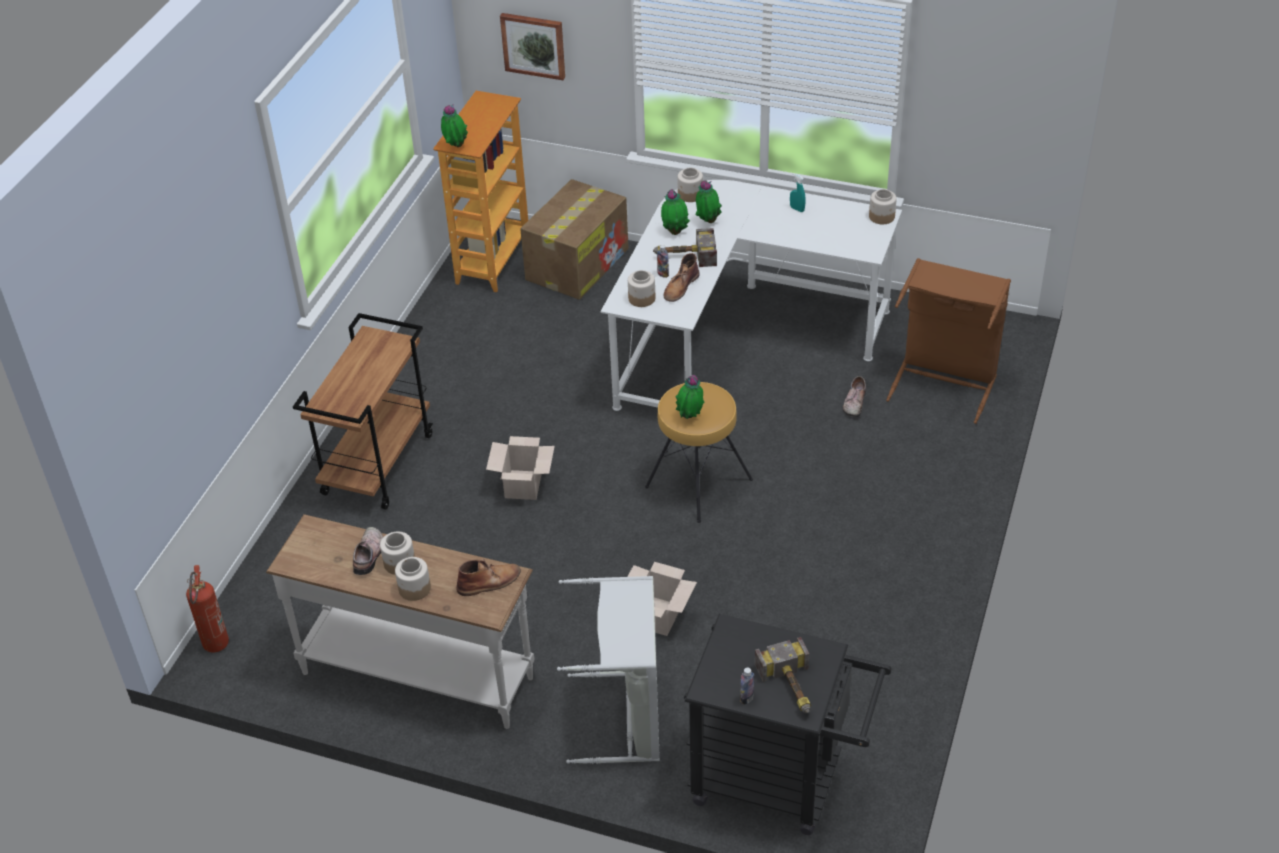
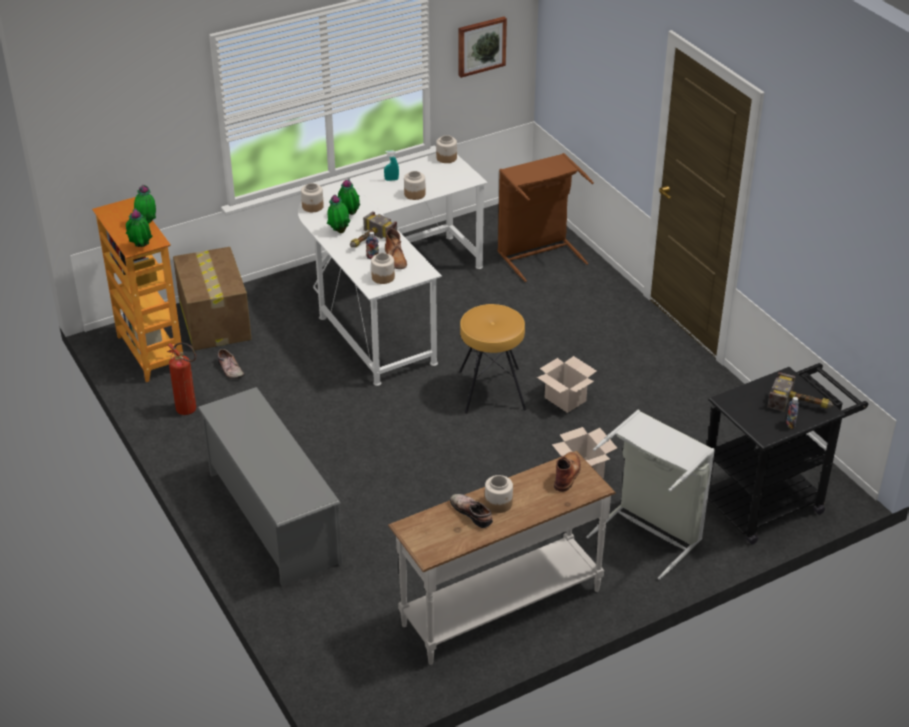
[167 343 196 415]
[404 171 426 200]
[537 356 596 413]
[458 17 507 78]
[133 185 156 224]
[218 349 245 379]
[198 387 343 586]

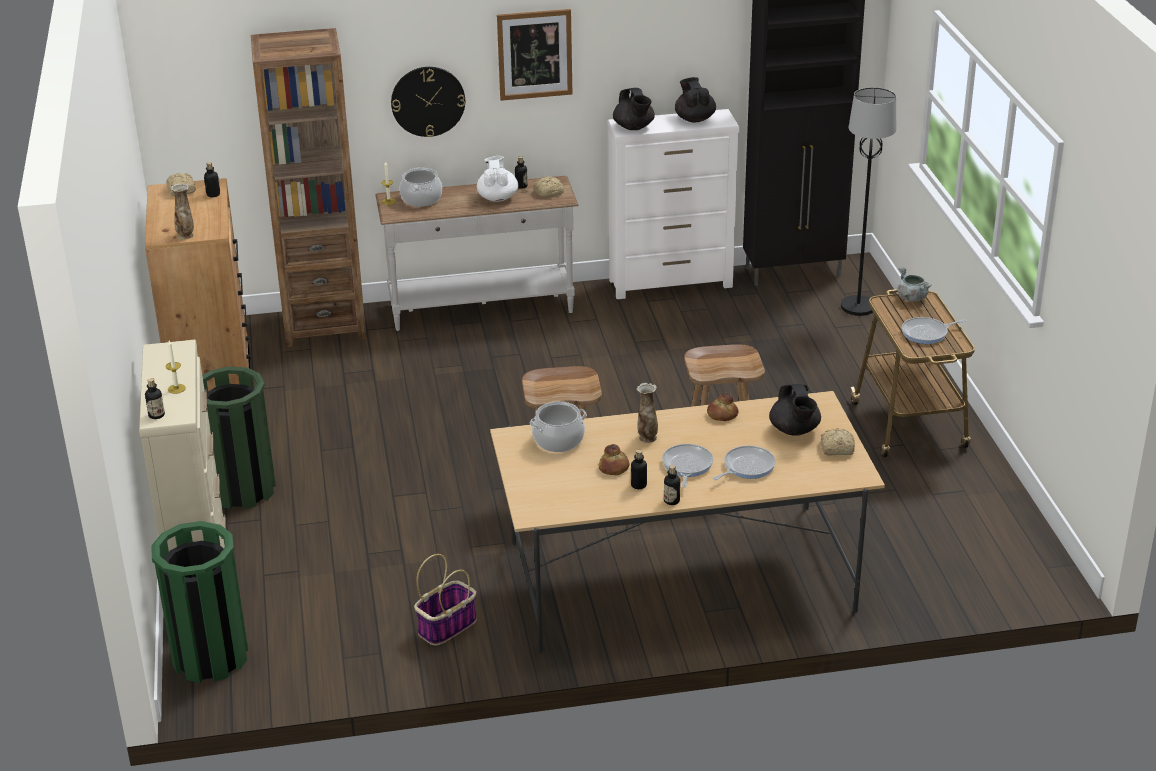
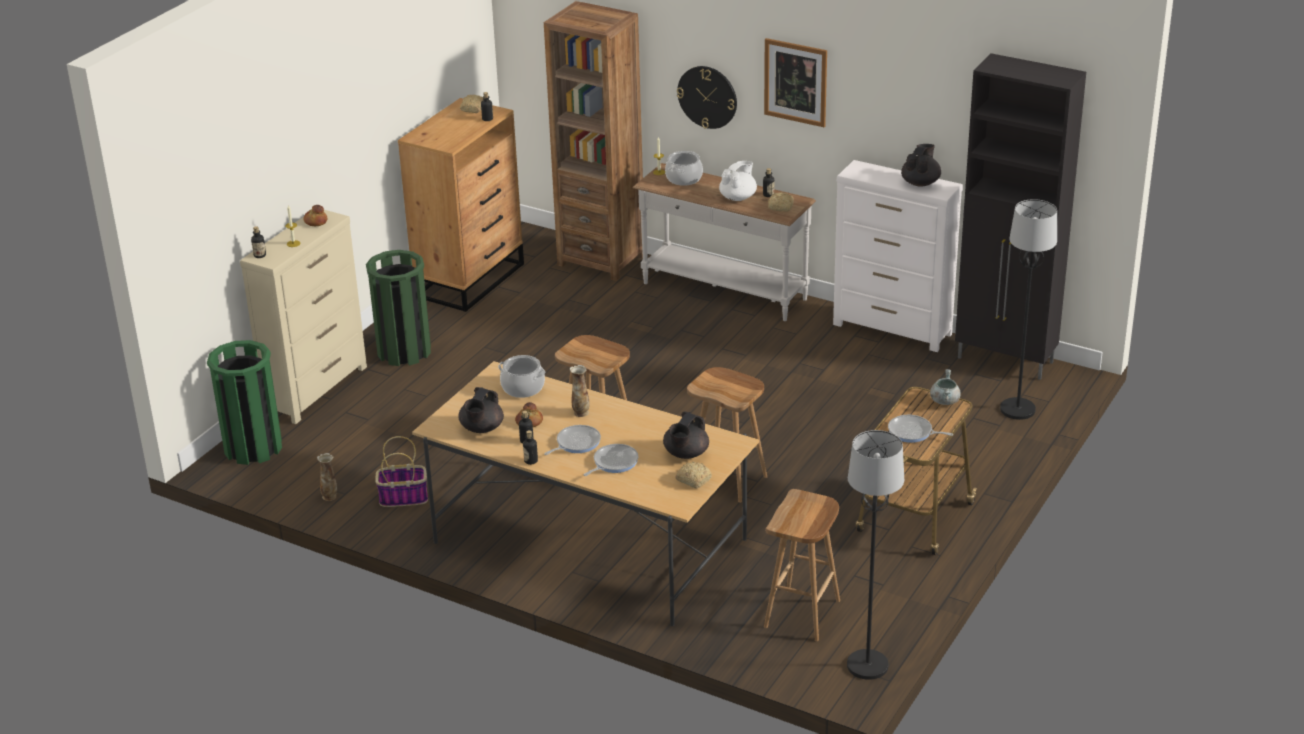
[764 489 840 641]
[847 430 904 680]
[317 453 337 501]
[458 387 504 433]
[303 205 327 226]
[584 444 638 476]

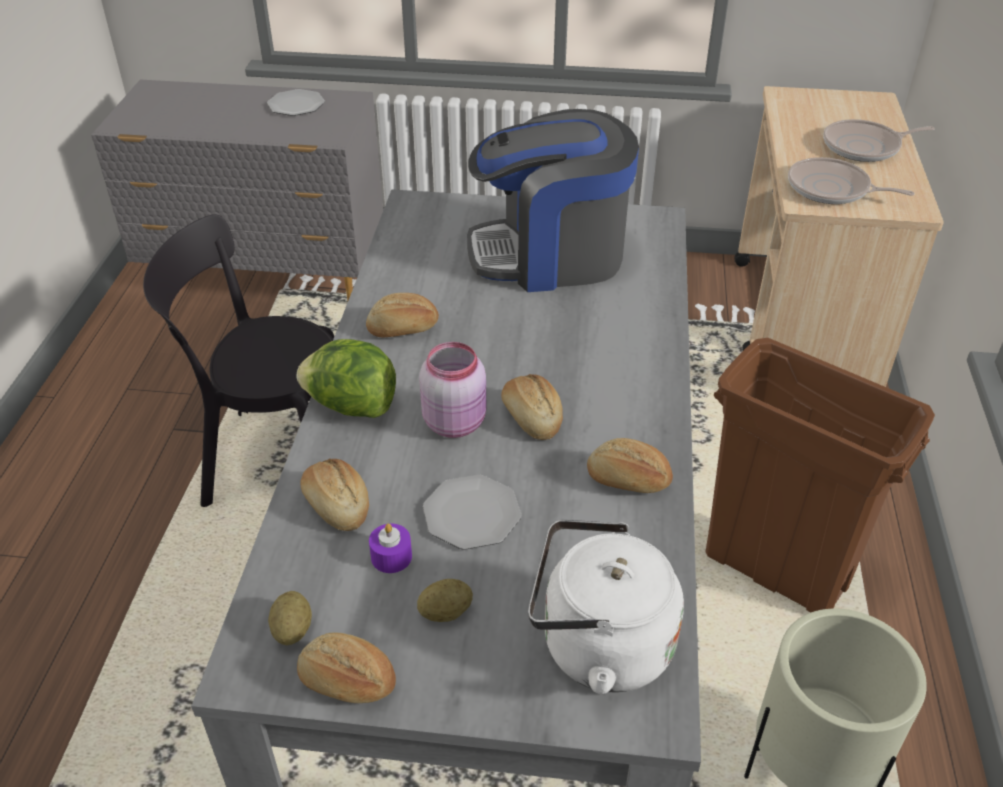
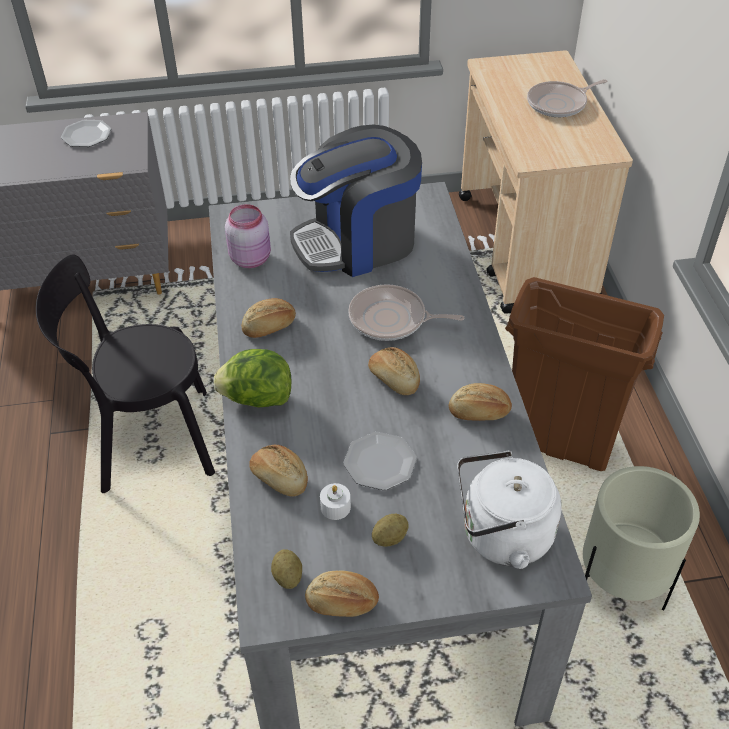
[225 204 271 268]
[348 284 465 341]
[320 483 351 520]

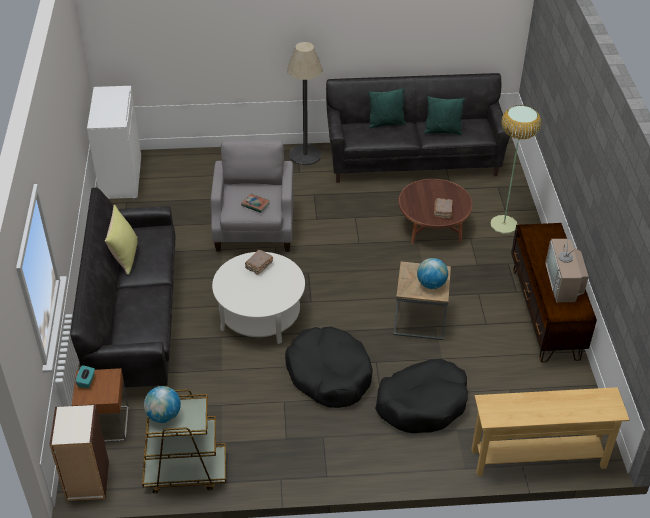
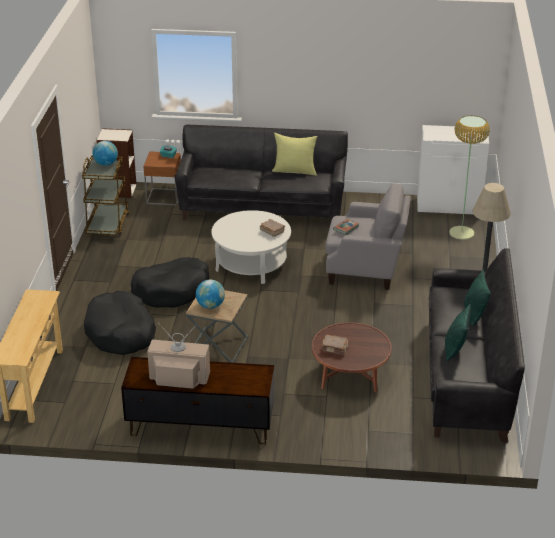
[449 115 490 240]

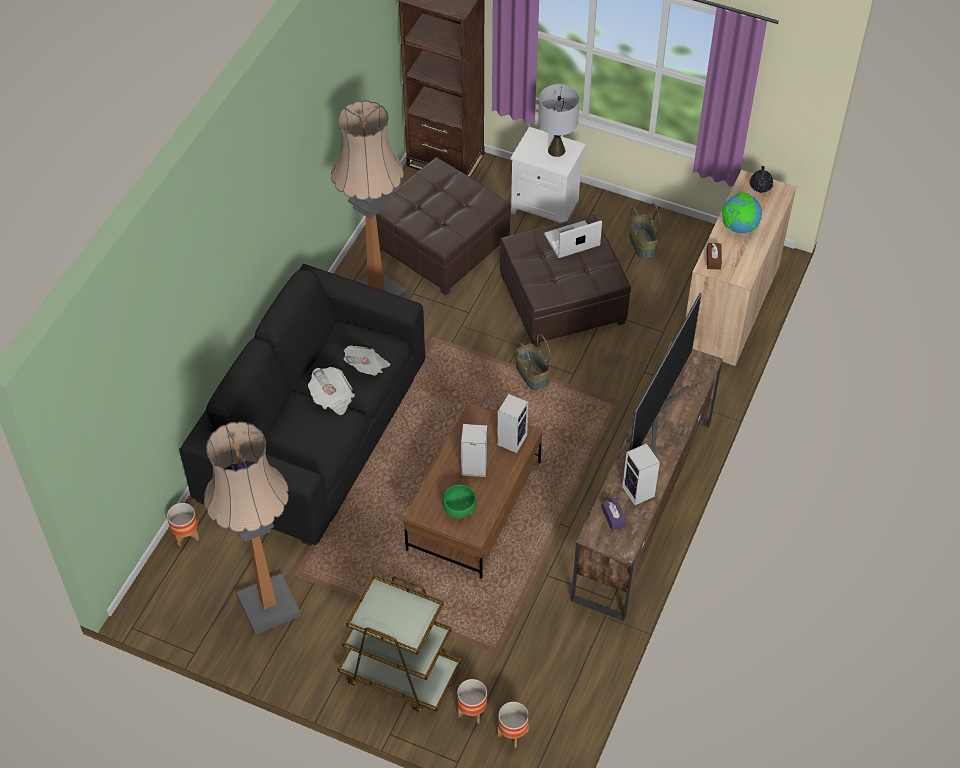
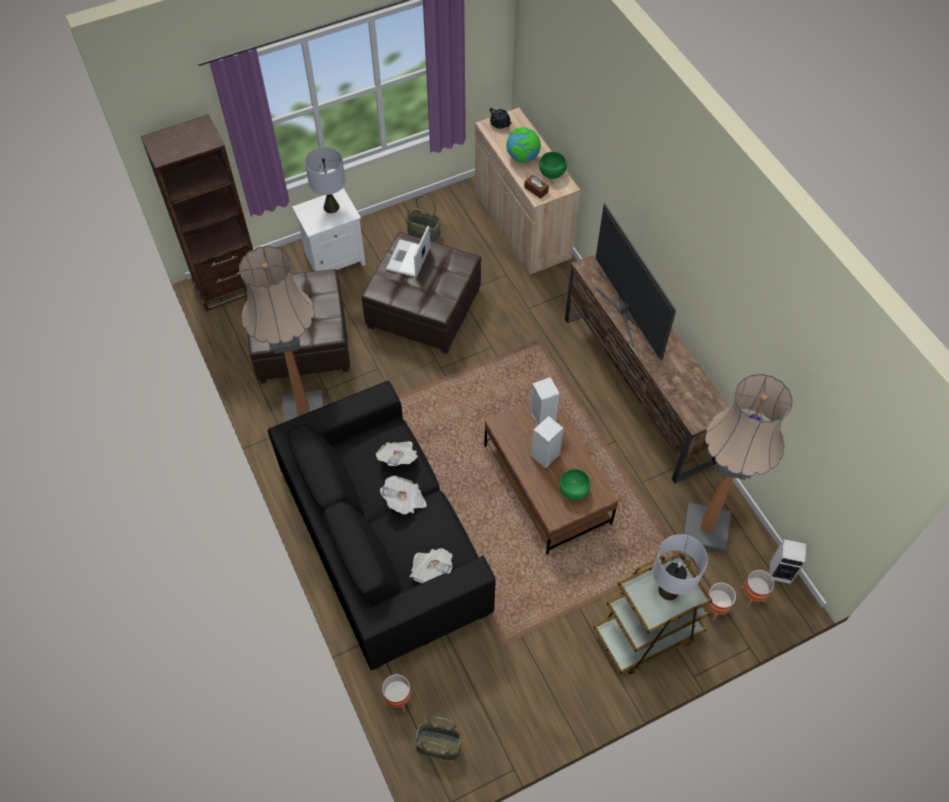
[602 498 626 531] (first image)
[410 548 453 583]
[539 152 567 179]
[653 534 708 600]
[683 374 793 553]
[414 716 462 760]
[769 539 806 584]

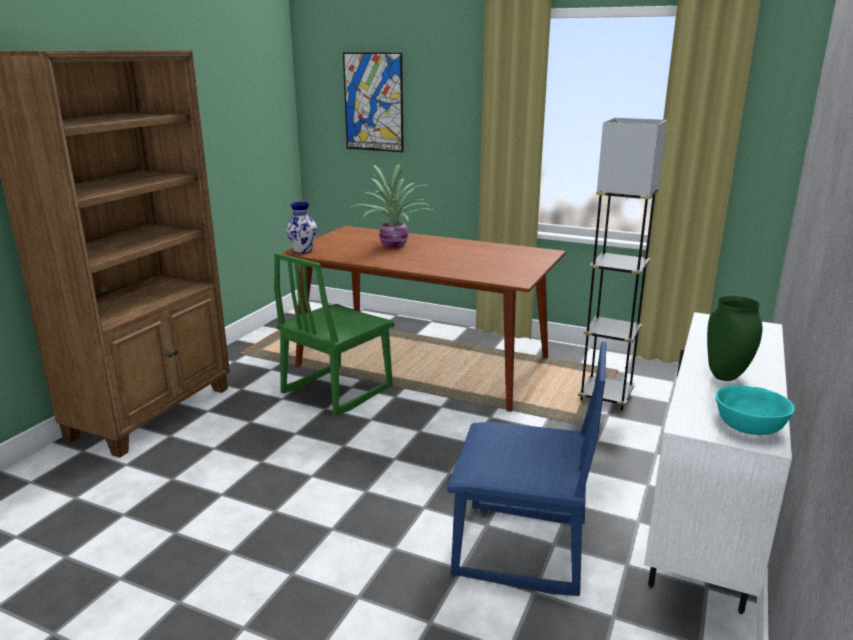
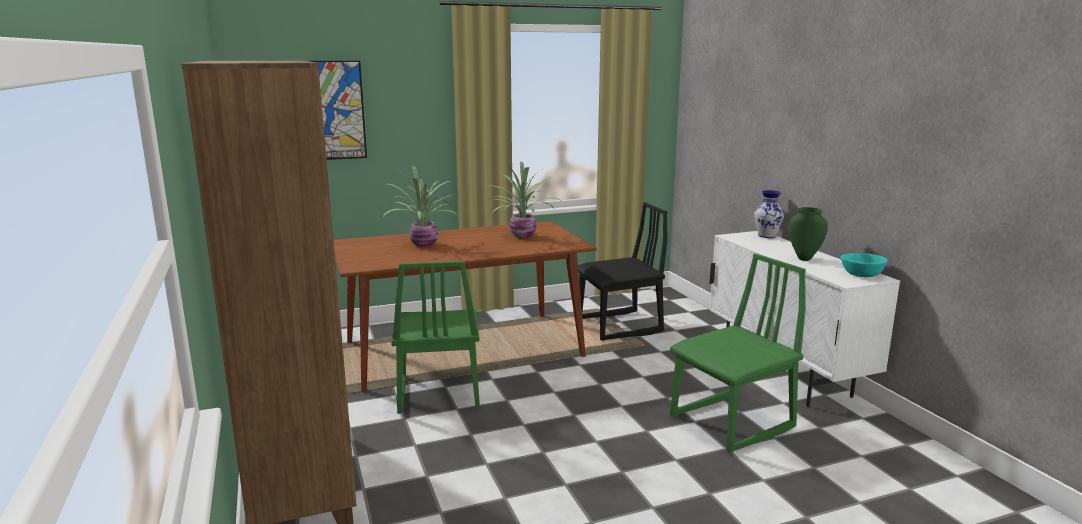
[488 161 560 238]
[754 190 784 238]
[578 202 667 341]
[670 253 806 453]

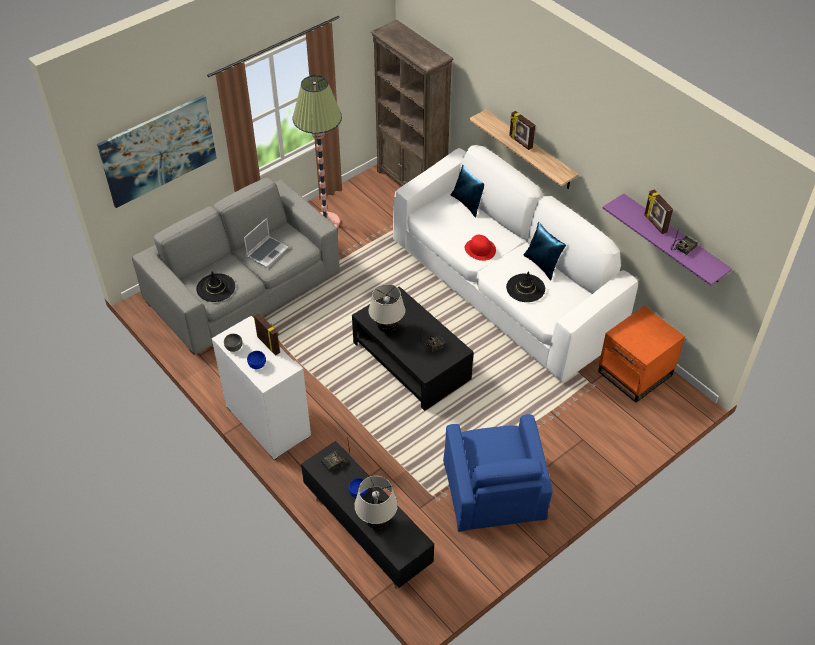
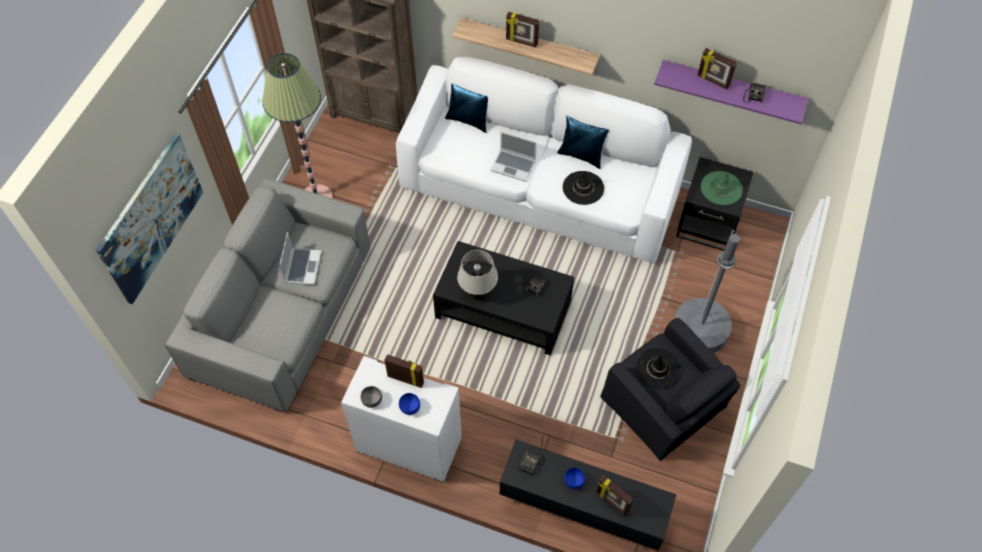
[674 230 740 353]
[701 171 743 205]
[636 348 682 389]
[596 475 633 516]
[491 132 537 182]
[600 318 740 461]
[676 157 754 251]

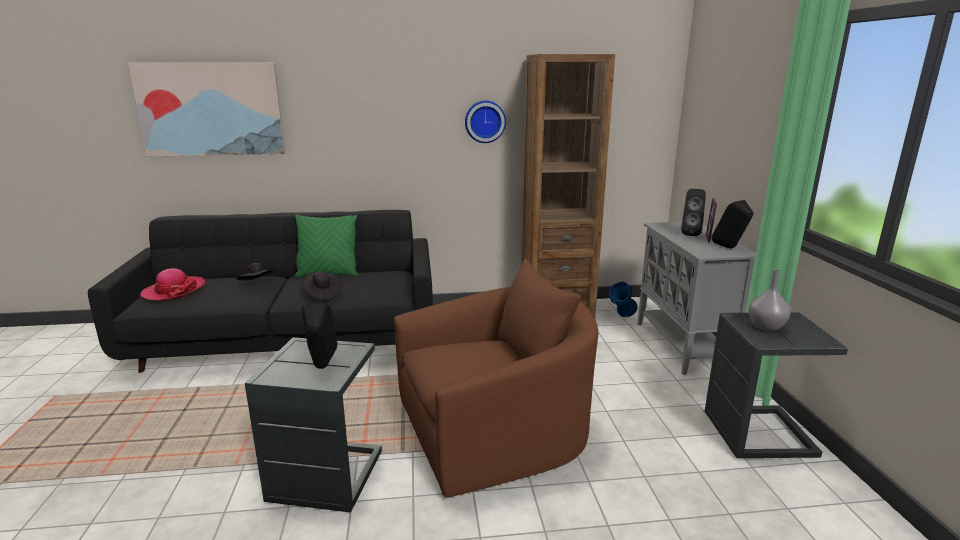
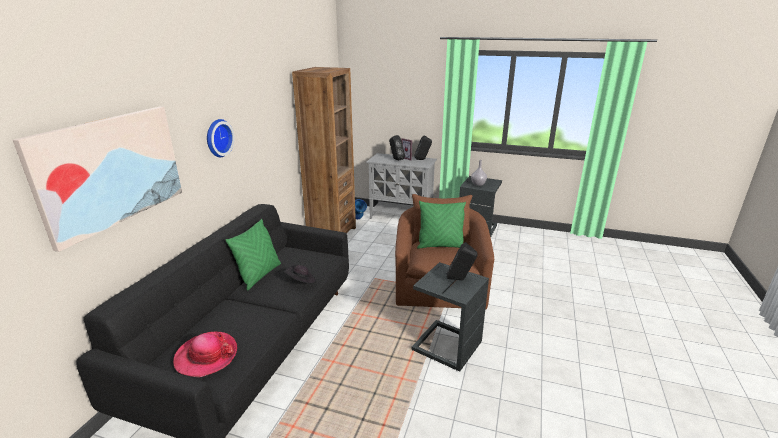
[236 263 275 281] (first image)
[417 201 466 249]
[207 119 235 157]

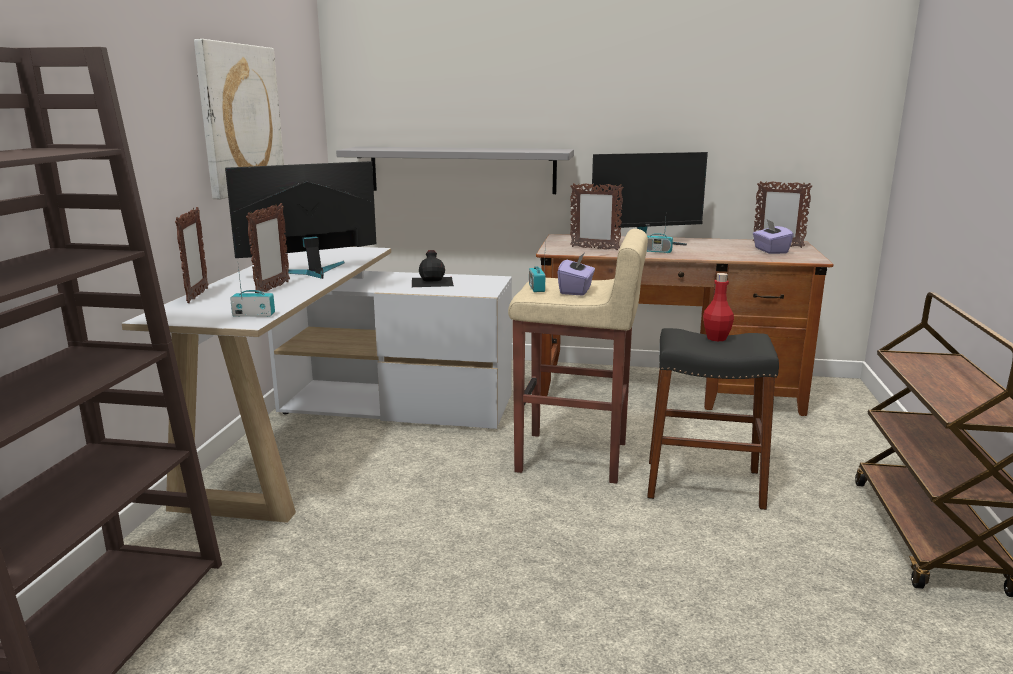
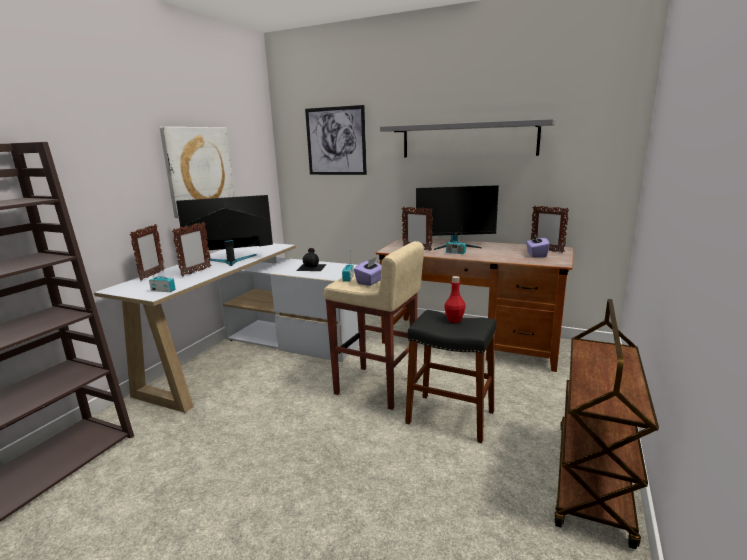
[305 105 367 175]
[380 119 555 157]

